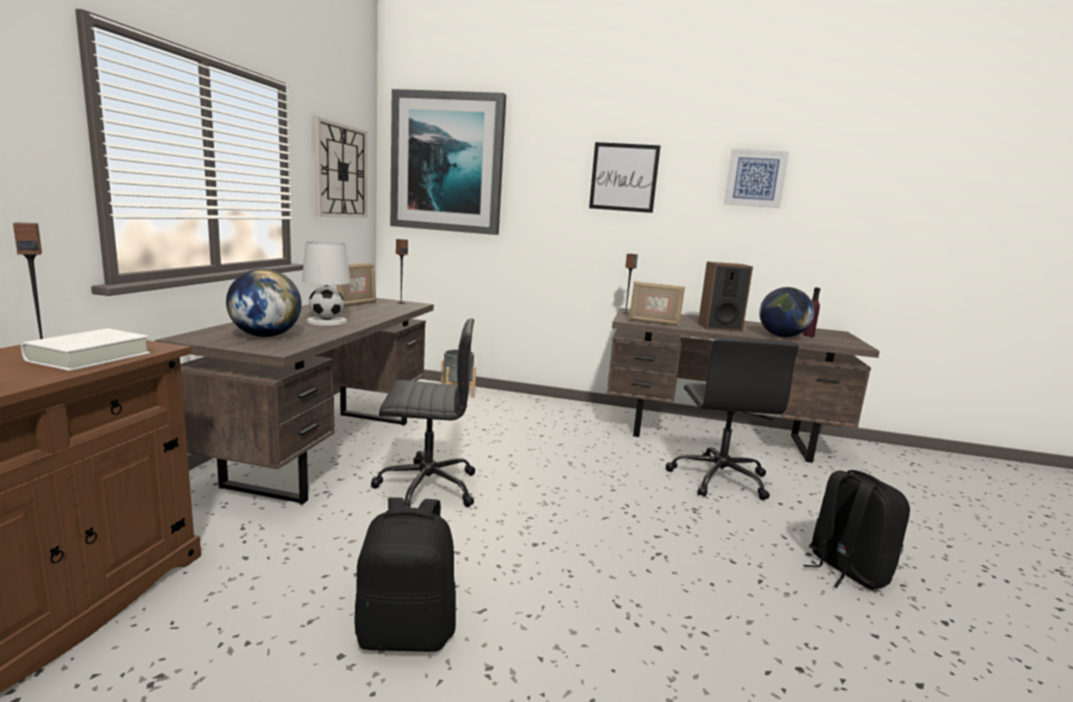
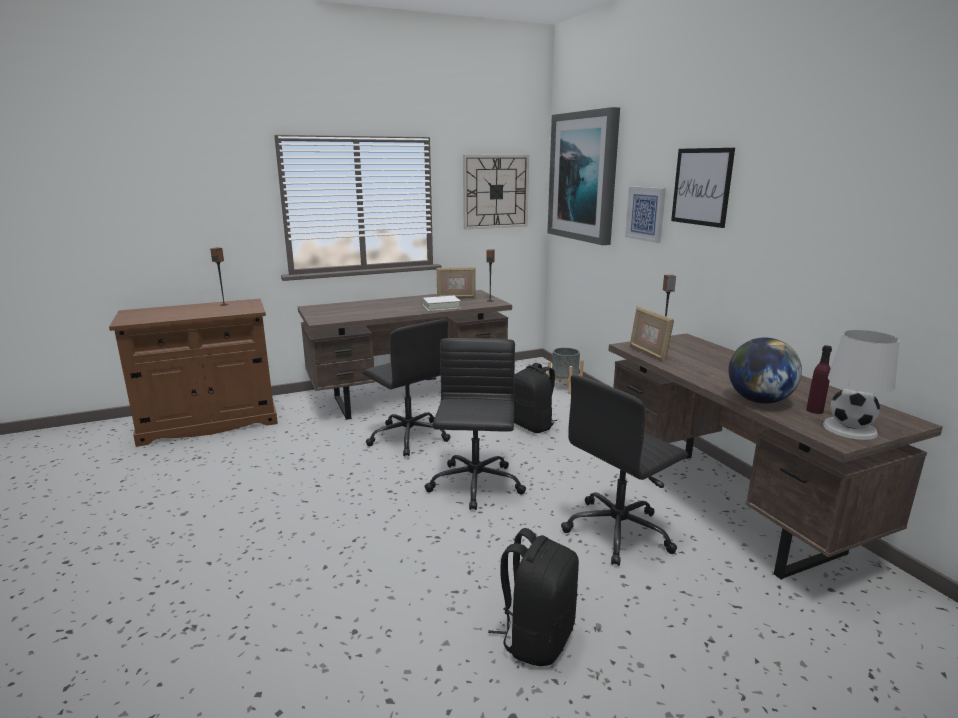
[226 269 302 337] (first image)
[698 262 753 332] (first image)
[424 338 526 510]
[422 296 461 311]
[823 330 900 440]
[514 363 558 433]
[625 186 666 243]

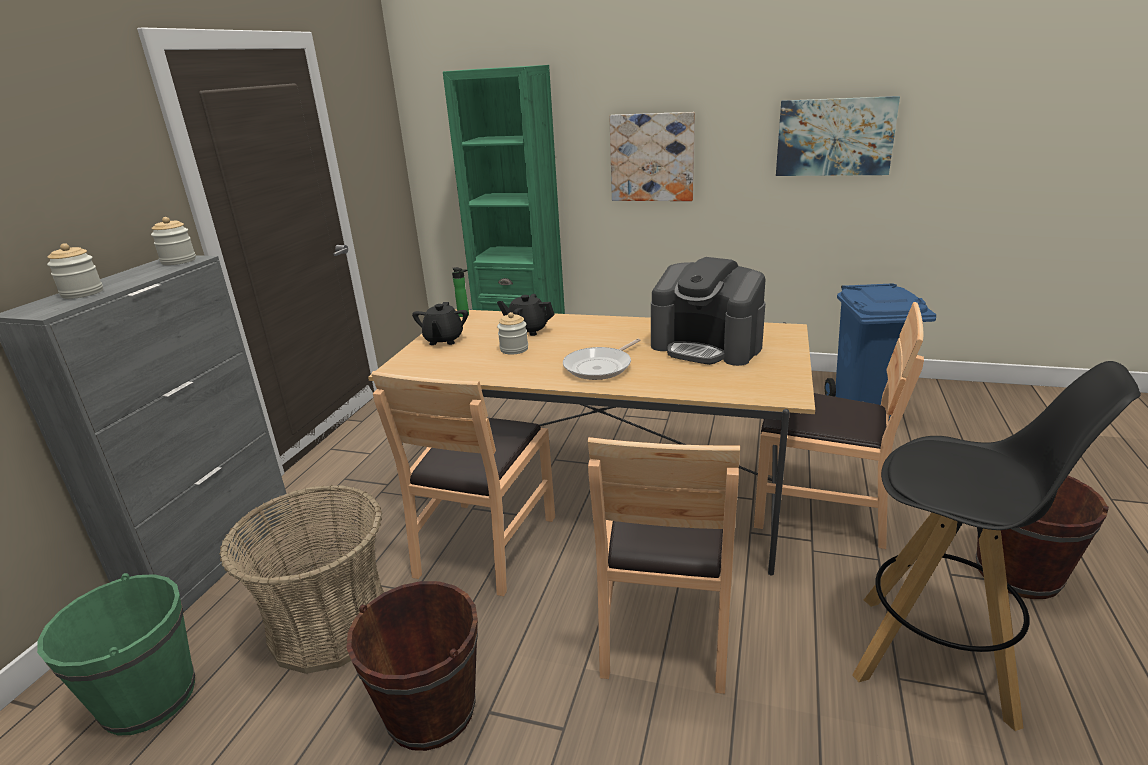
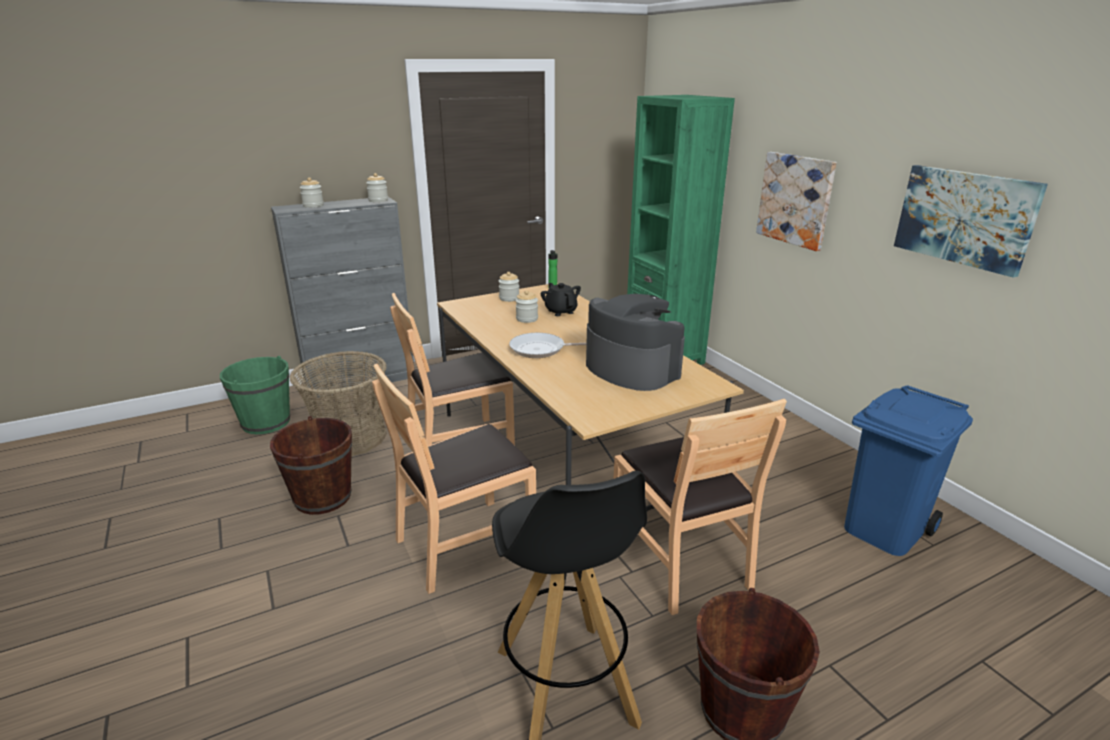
[499 272 519 302]
[586 294 685 391]

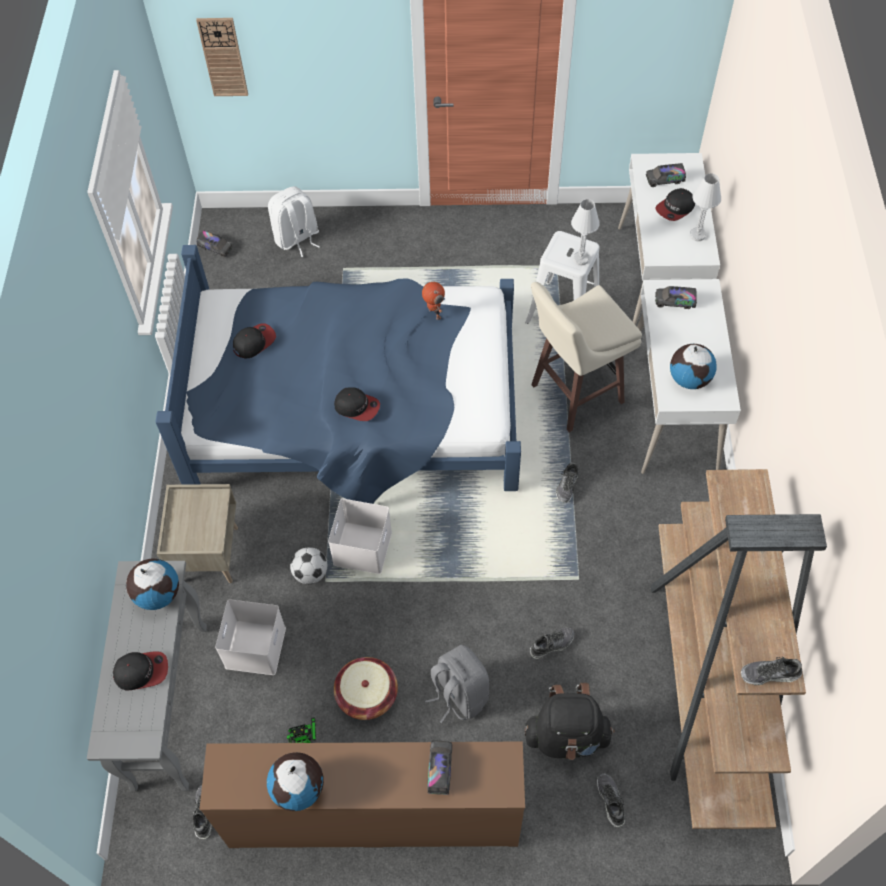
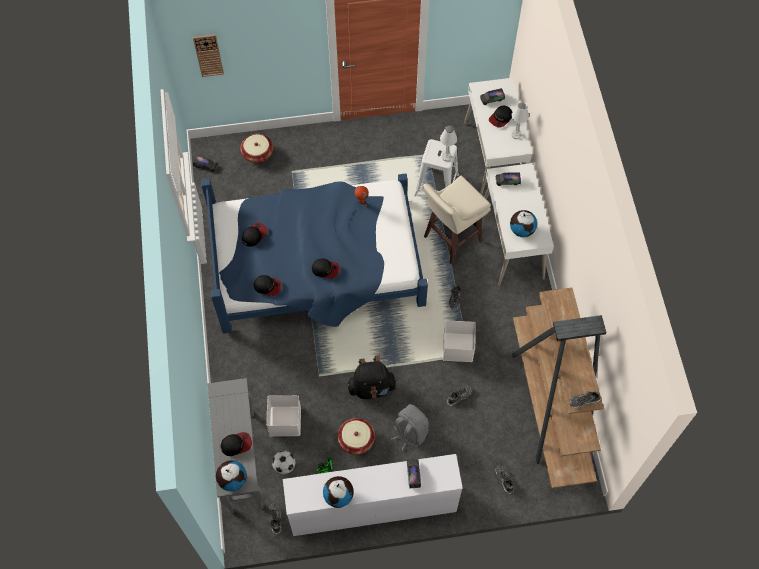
[157 484 238 583] (first image)
[254 275 282 296]
[216 460 247 491]
[272 451 295 474]
[443 320 476 362]
[347 356 397 399]
[240 134 273 163]
[283 454 463 536]

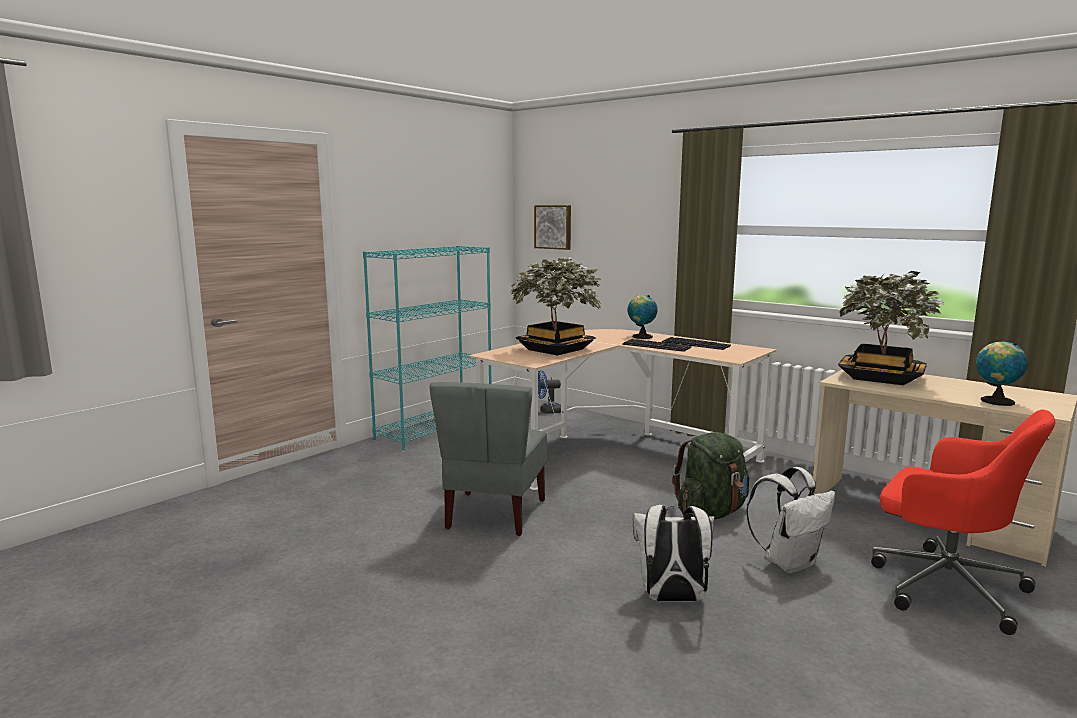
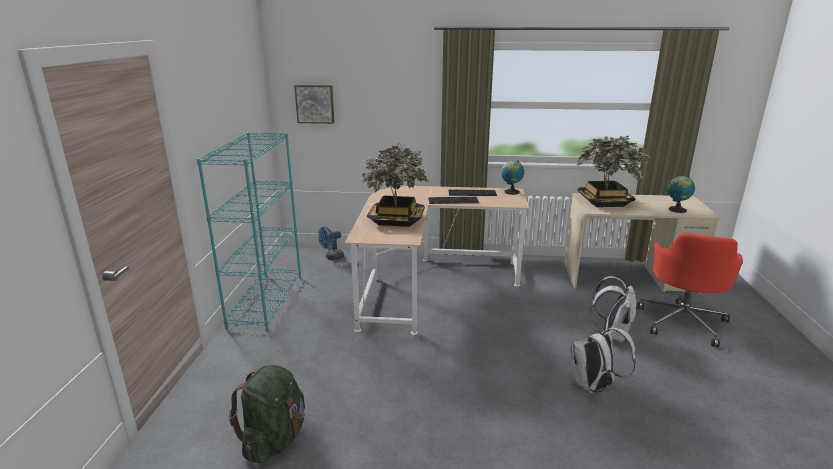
[429 382 547 536] (first image)
[501 160 524 195]
[229 365 305 463]
[637 233 743 347]

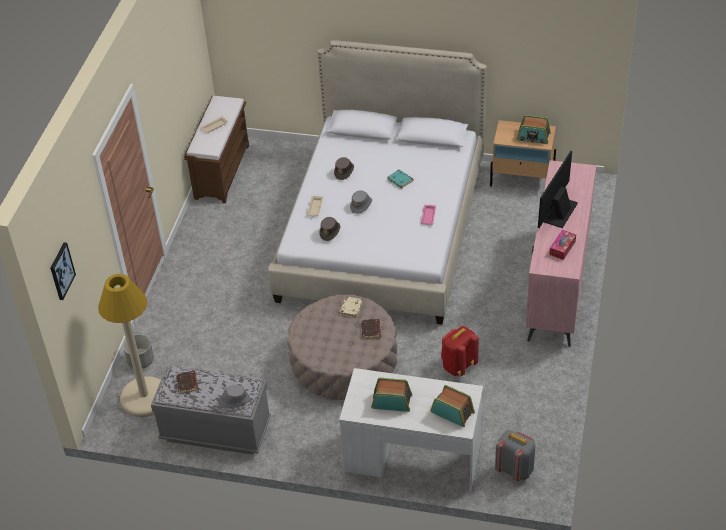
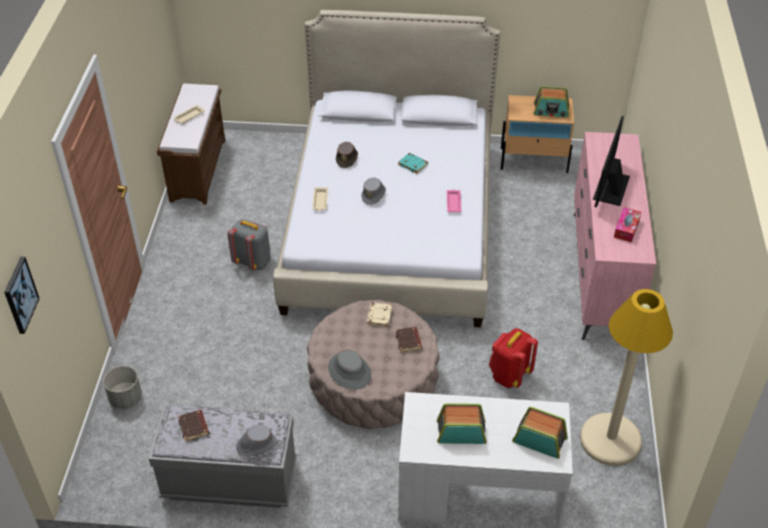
[319 217 341 241] (first image)
[328 350 371 390]
[580 289 673 466]
[227 219 271 270]

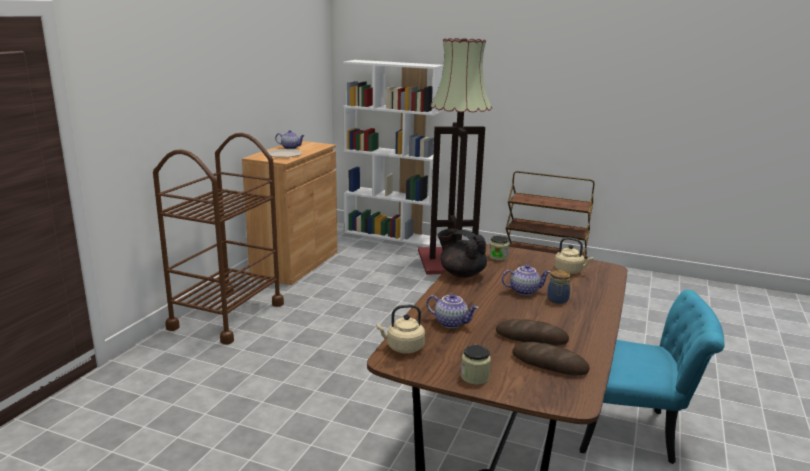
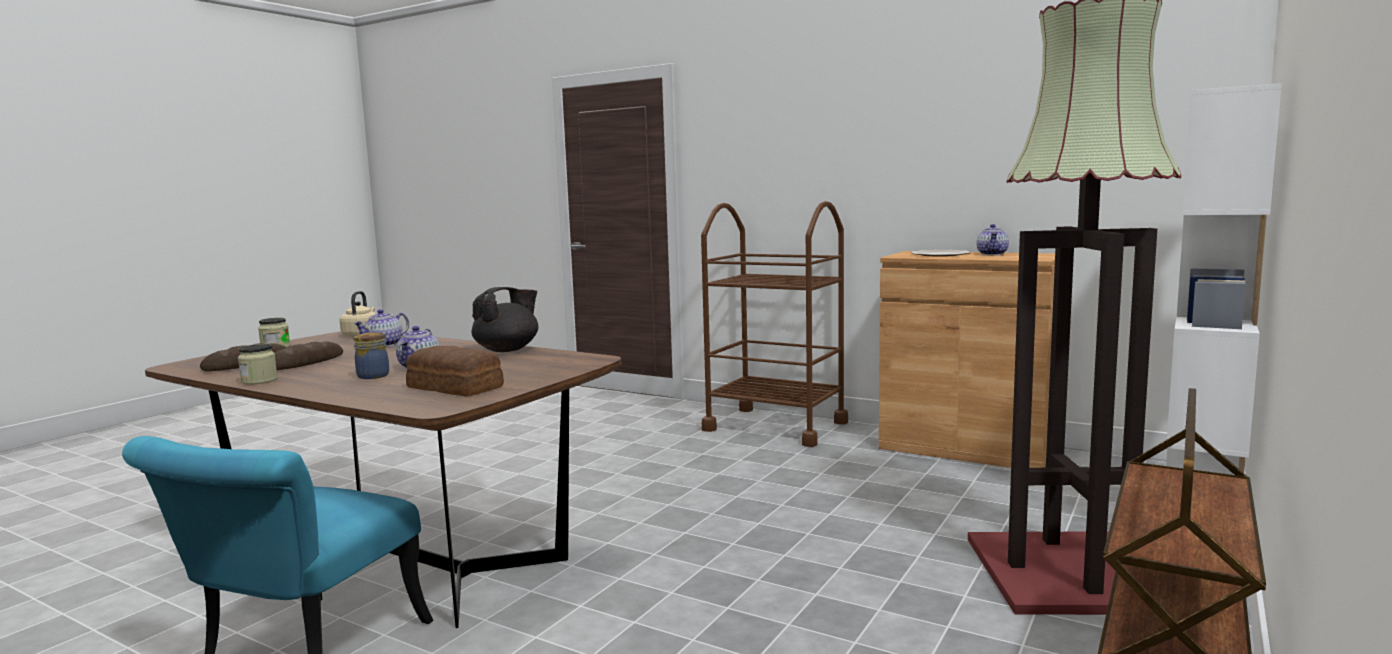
[238 344 278 385]
[406 346 504 397]

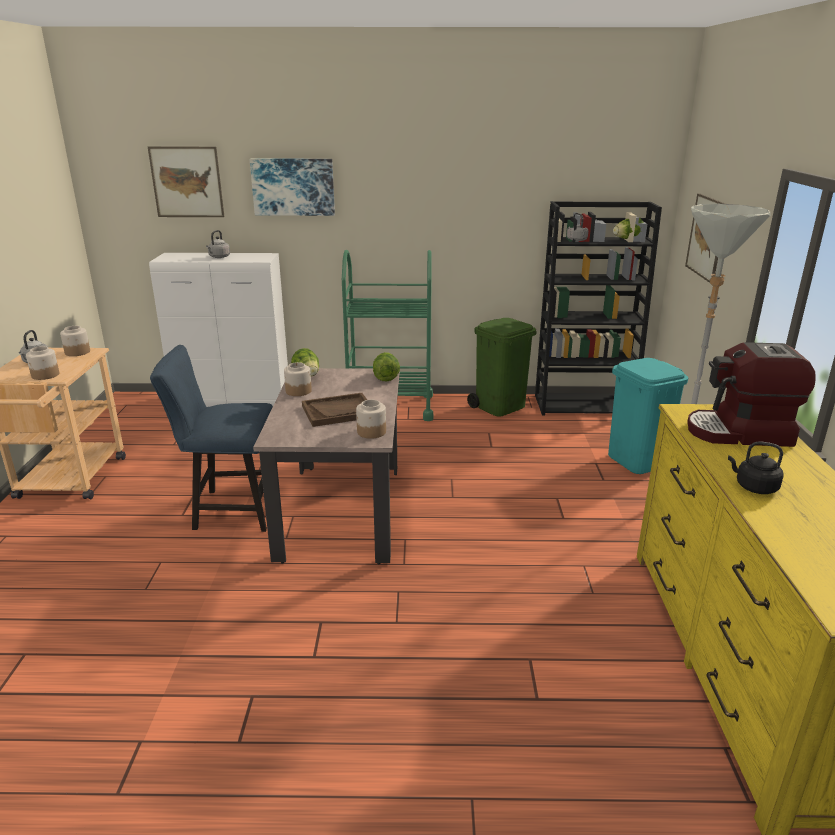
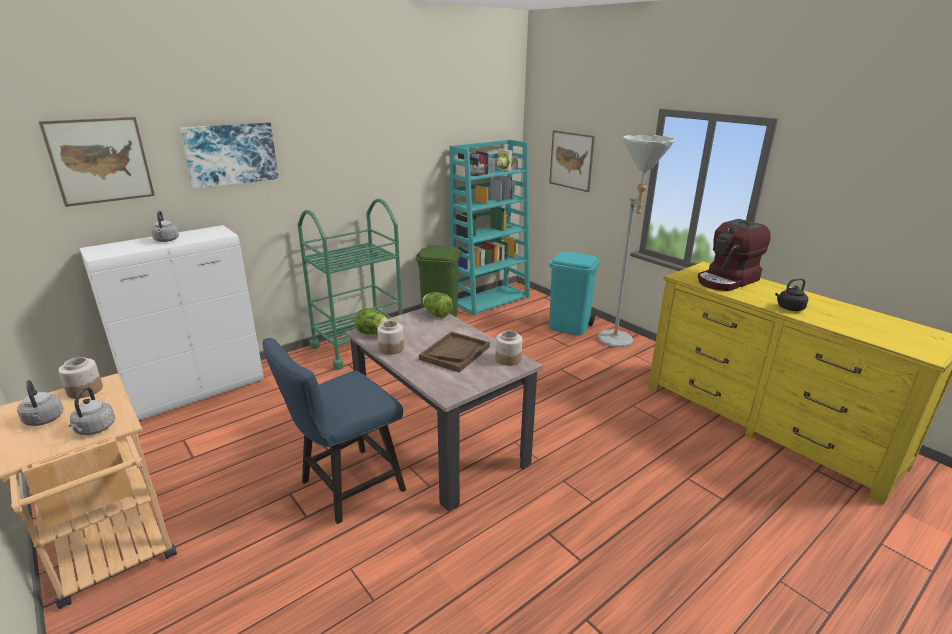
[68 387 115 435]
[450 140 530 316]

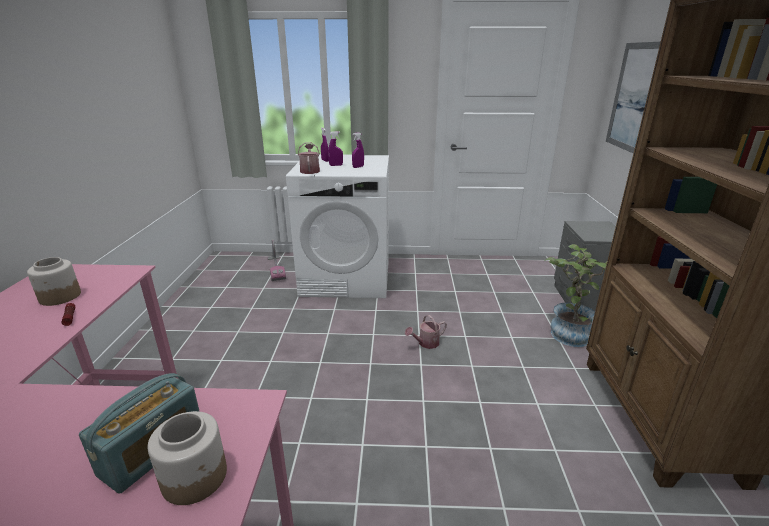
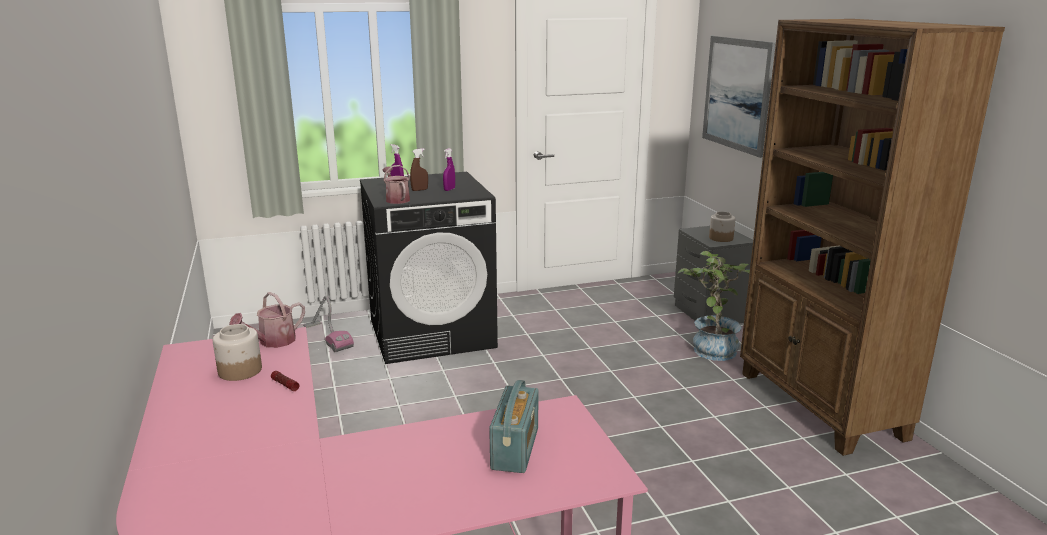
[709 212 735 242]
[229 292 305 348]
[360 172 498 364]
[410 148 428 191]

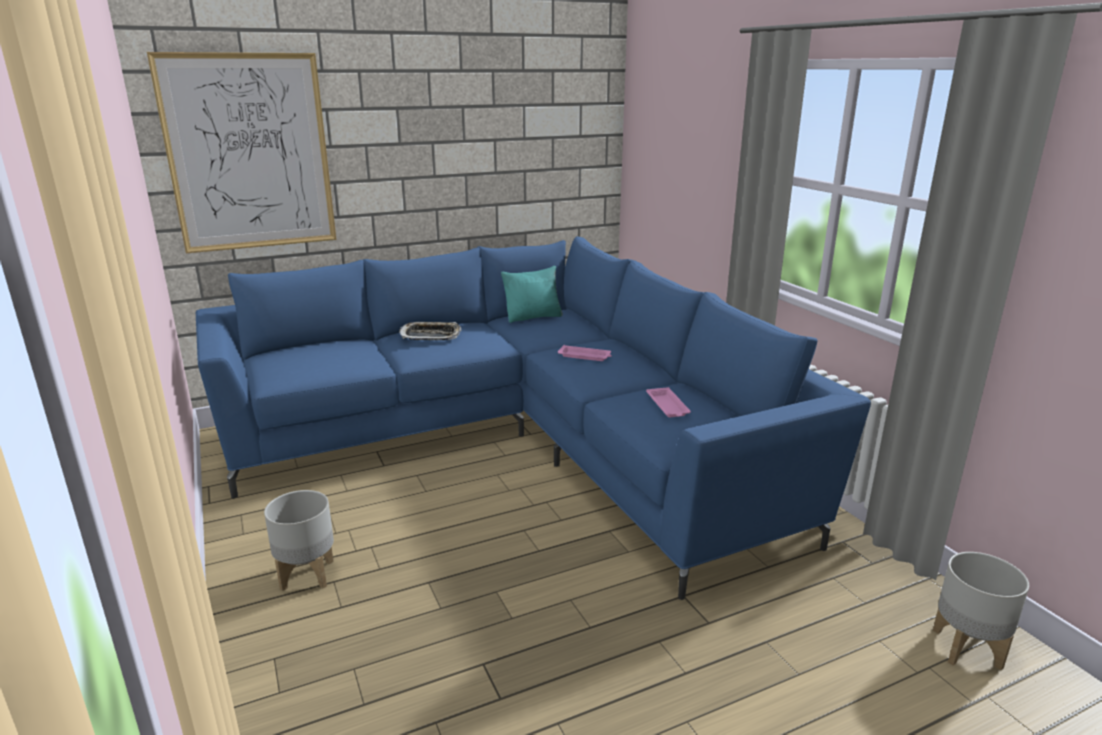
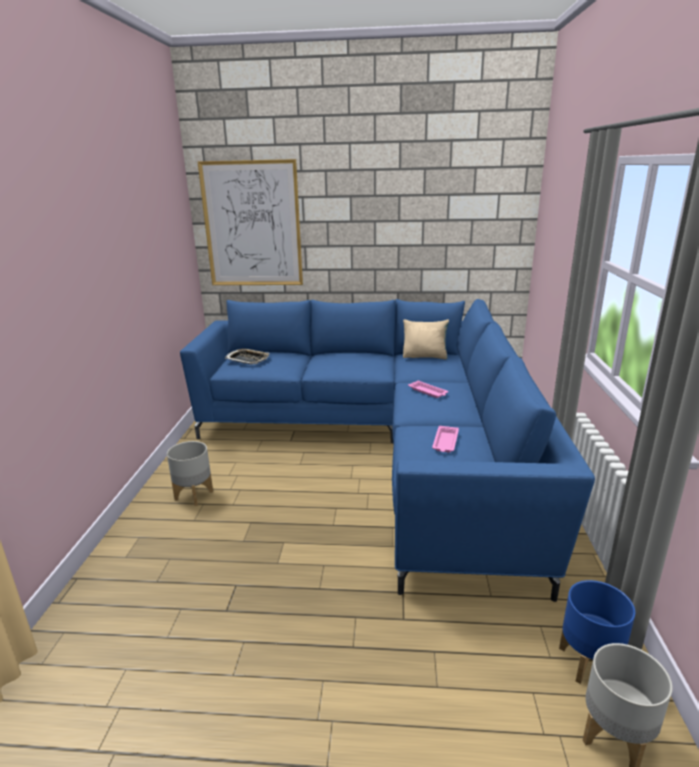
[559 580 635 684]
[225 349 269 365]
[403 319 449 359]

